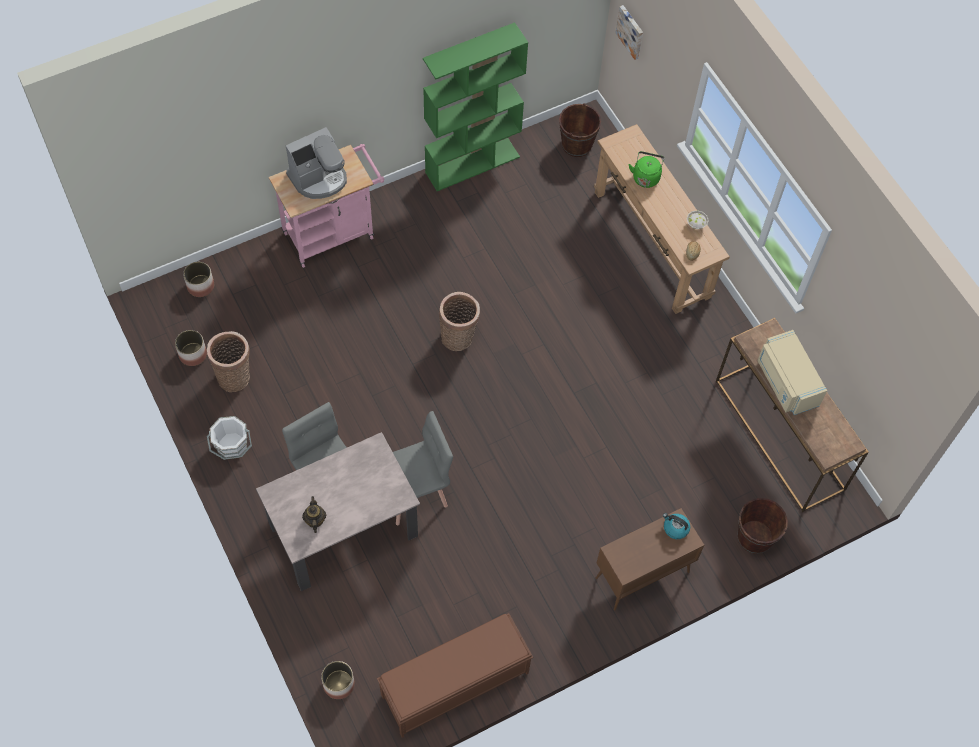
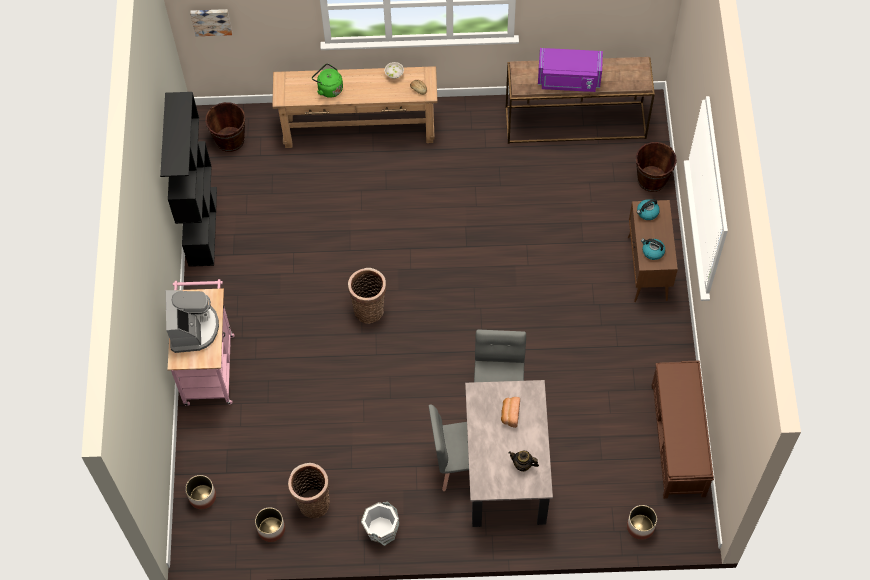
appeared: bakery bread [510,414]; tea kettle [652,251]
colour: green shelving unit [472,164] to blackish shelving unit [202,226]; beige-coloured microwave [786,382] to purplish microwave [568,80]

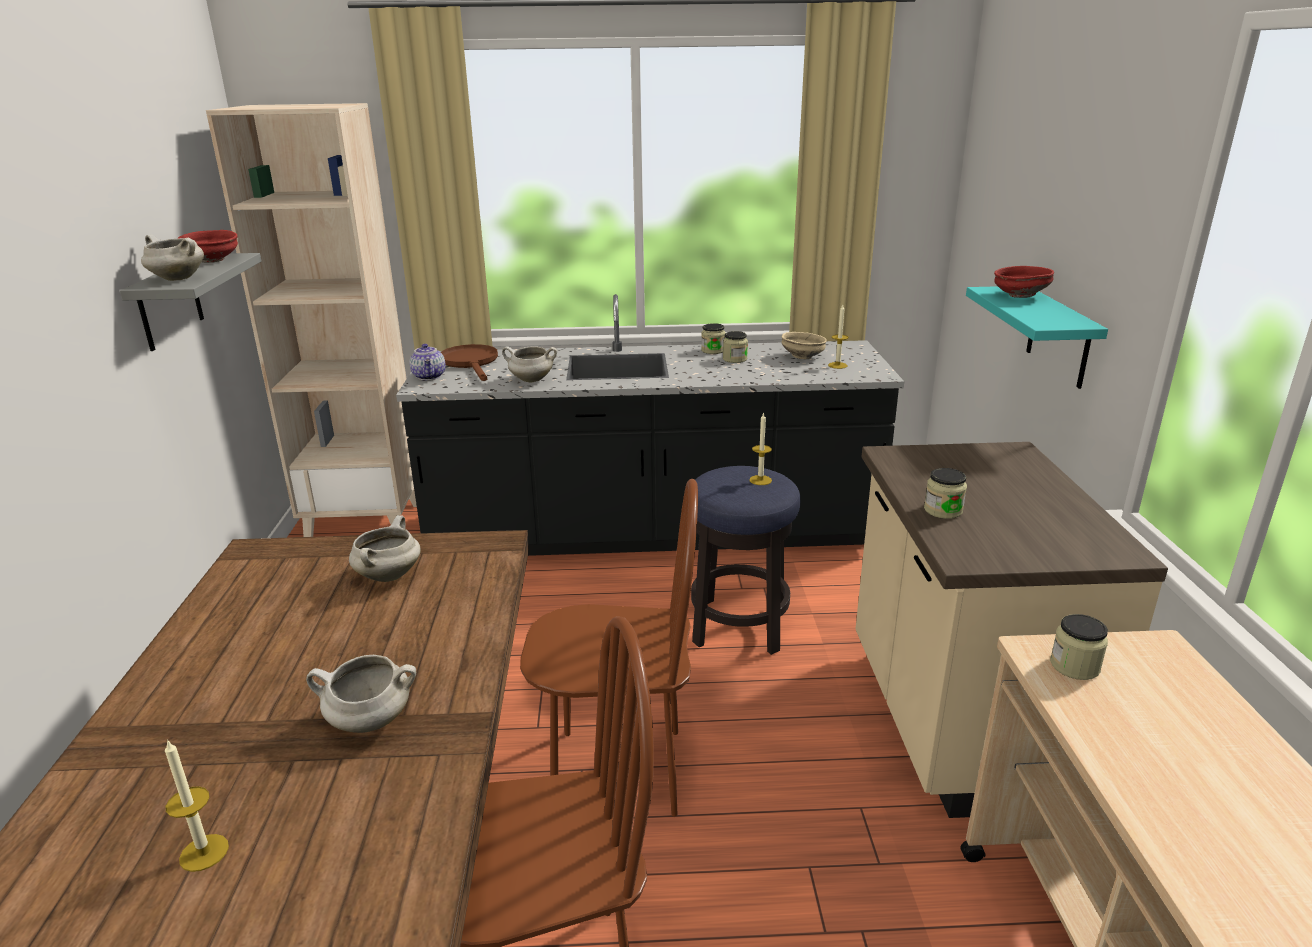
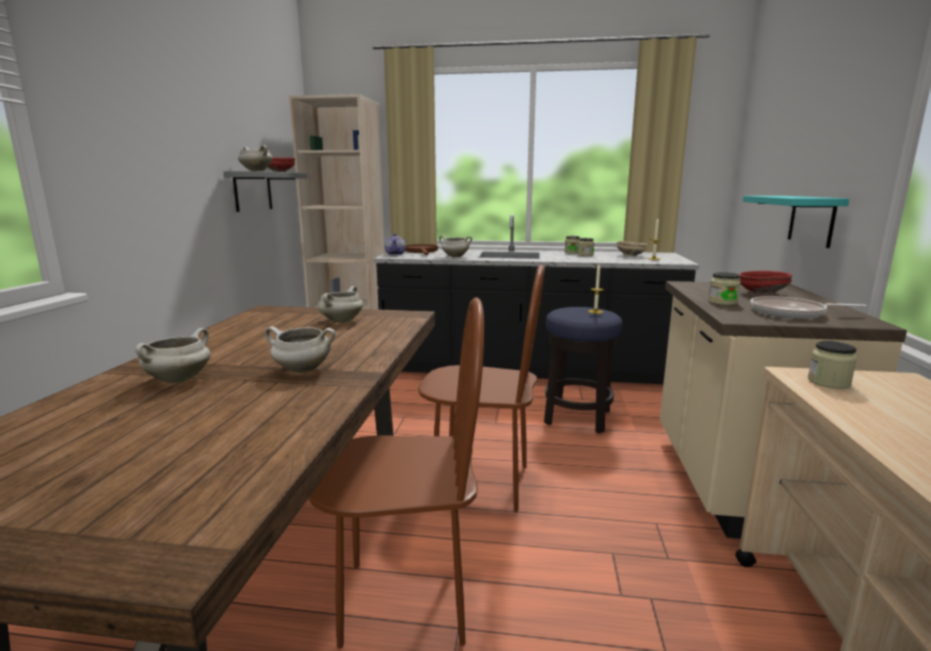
missing: candle [204,852]
appeared: whitish stockpot [179,379]; pan [791,313]
relocated: red-coloured bowl [1019,296] to [761,294]

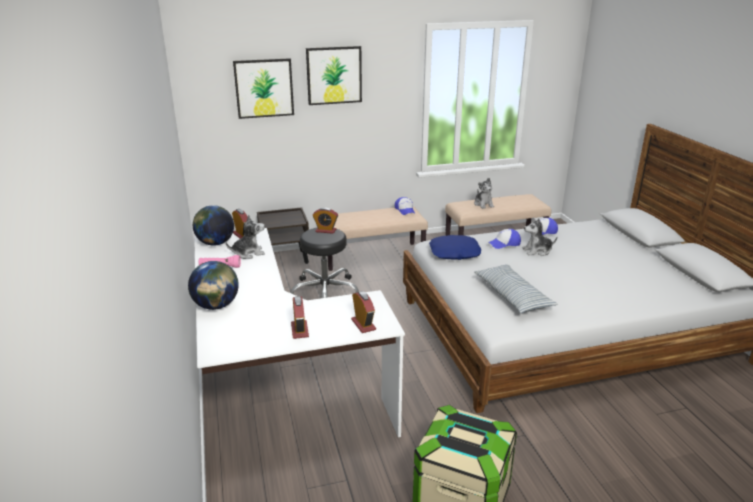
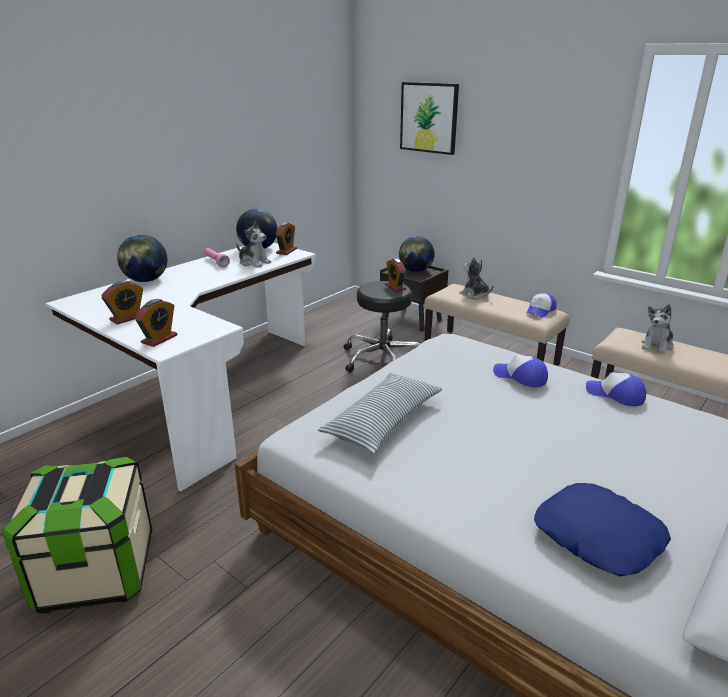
missing: wall picture [334,75]
appeared: globe [415,271]
relocated: blue-coloured pillow [454,253] to [597,537]; soft toy [537,251] to [475,295]

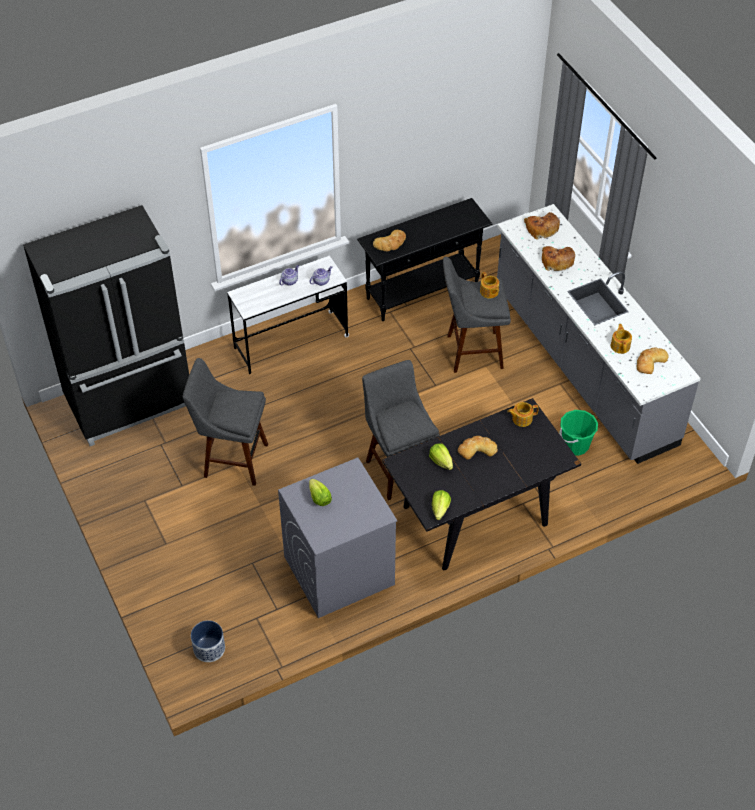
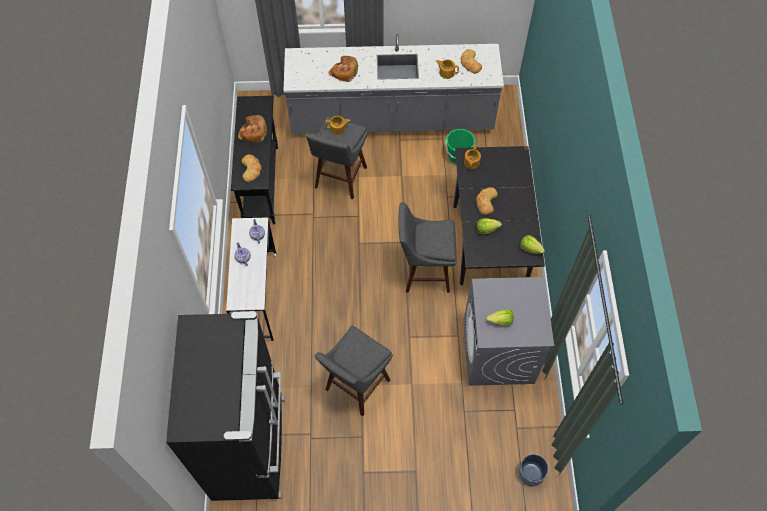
relocated: bakery bread [541,228] to [253,132]

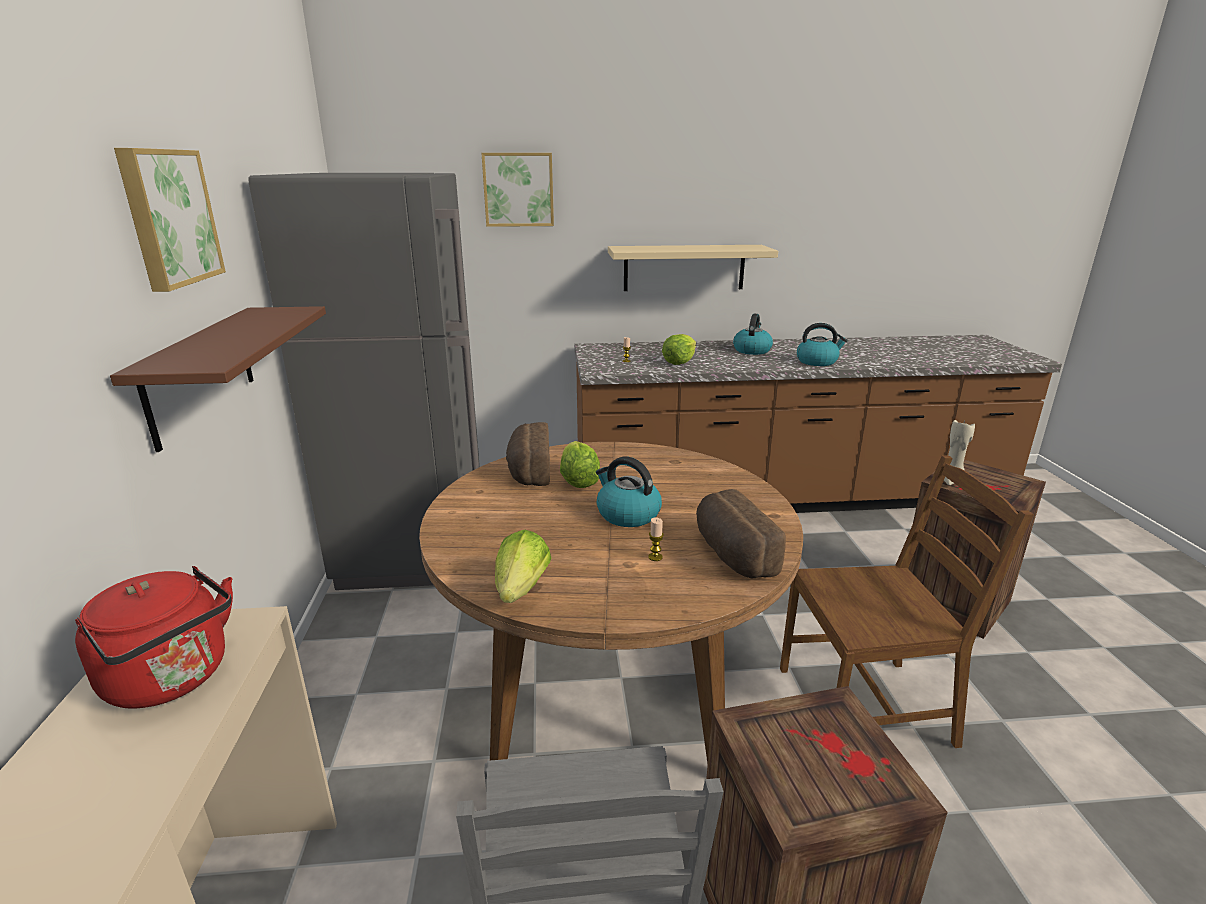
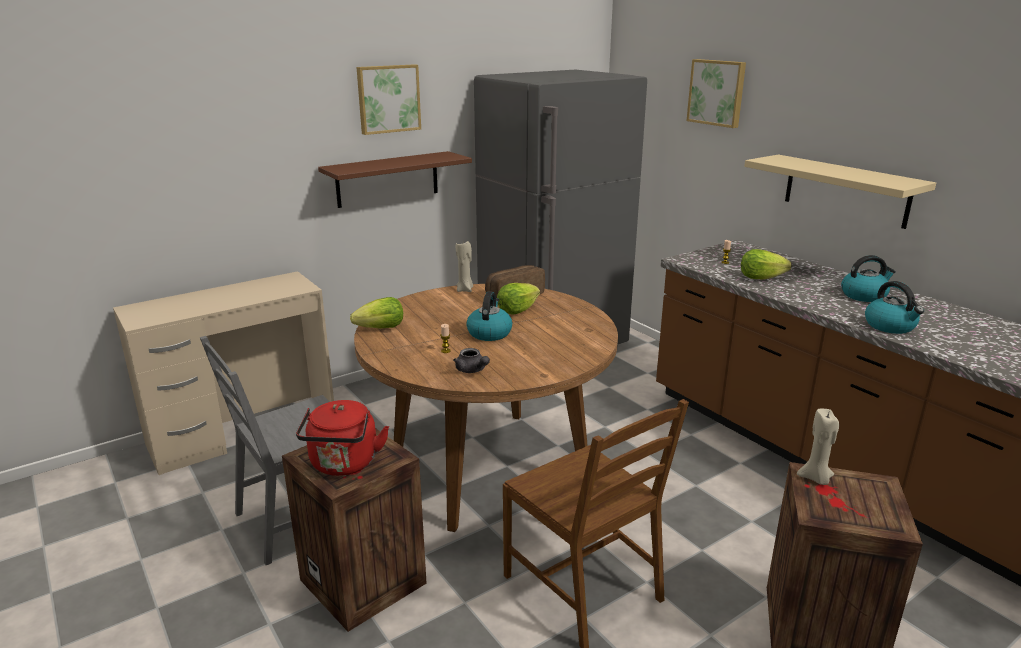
appeared: beige-coloured candle [465,290]
relocated: red-coloured tea kettle [173,679] to [343,465]
exchanged: bakery bread [731,554] to grey pot for tea [472,370]

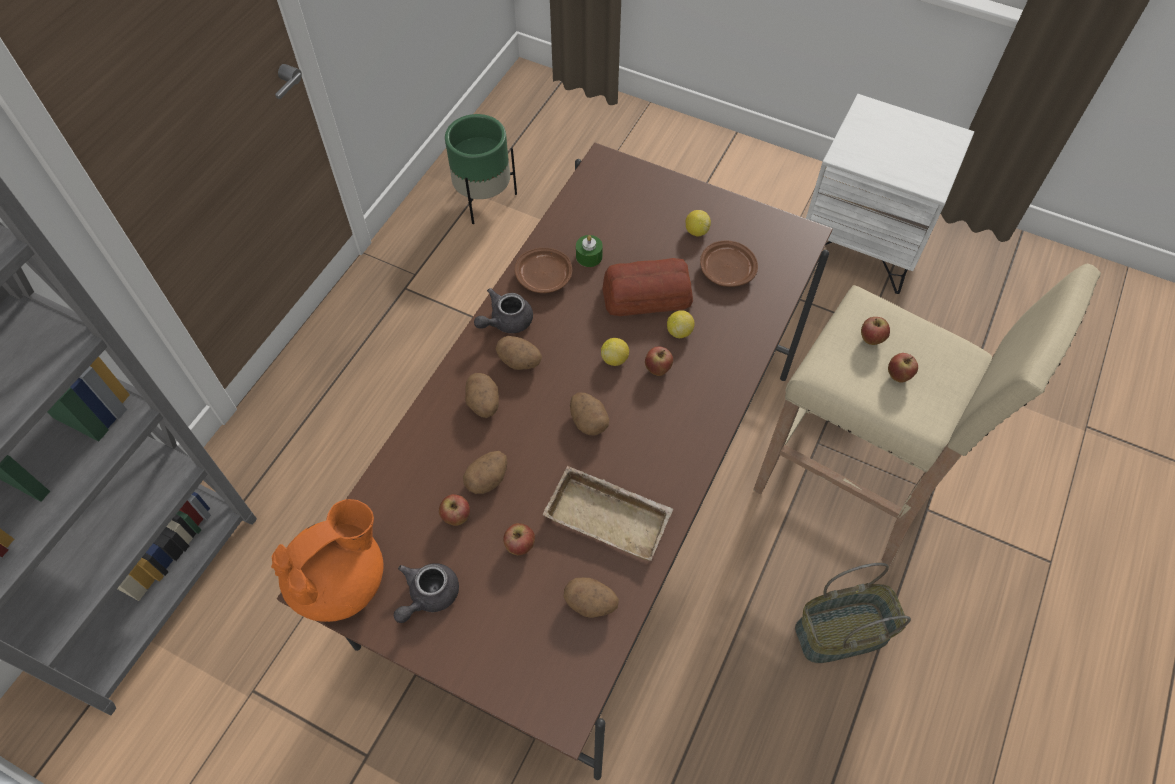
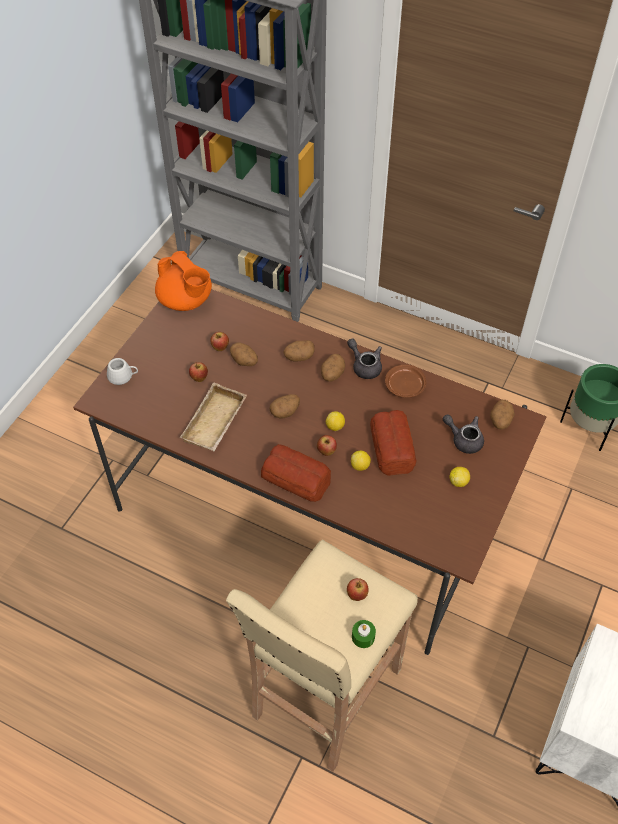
missing: brownish plate [726,270]; household basket [841,634]; apple [898,376]
appeared: whitish tea mug [123,376]; bakery bread [295,477]
relocated: grey pot for tea [428,596] to [464,439]; spud [591,603] to [500,421]; green candle [589,256] to [363,637]

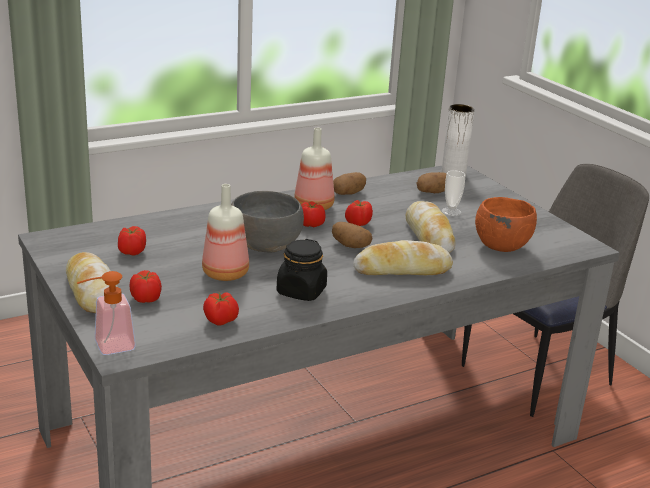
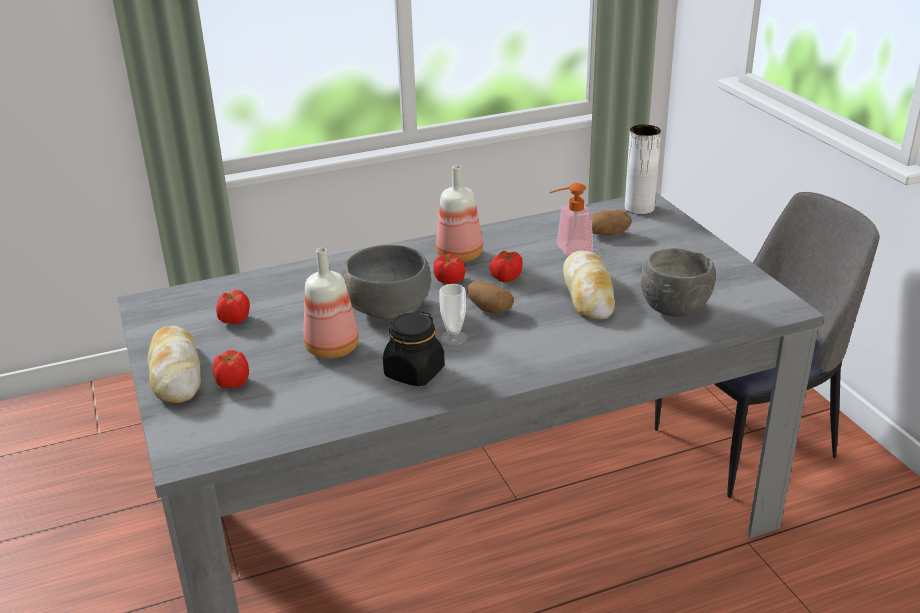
missing: fresh tomato [221,321]; spud [348,193]; bakery bread [402,270]
relocated: soap bottle [107,346] to [568,250]; cup [451,212] to [453,338]
colour: orangey bowl [501,247] to grey bowl [673,309]

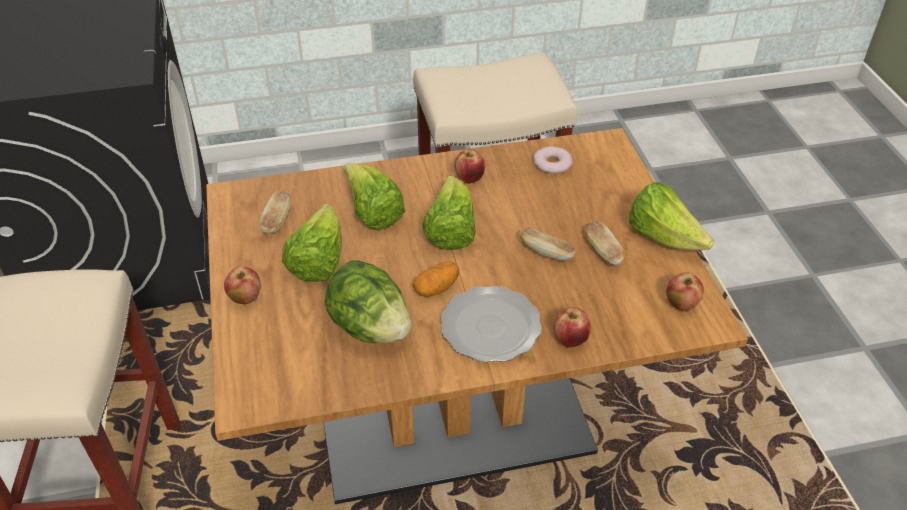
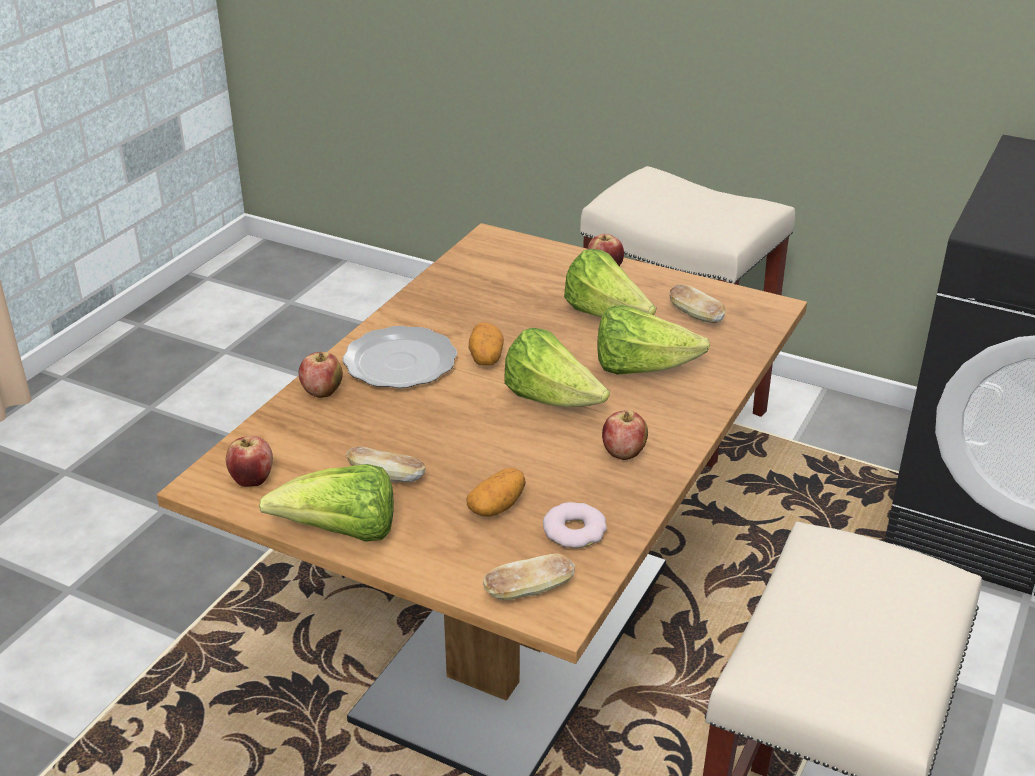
missing: lettuce [370,327]
appeared: spud [497,506]
relocated: bakery bread [546,252] to [529,591]

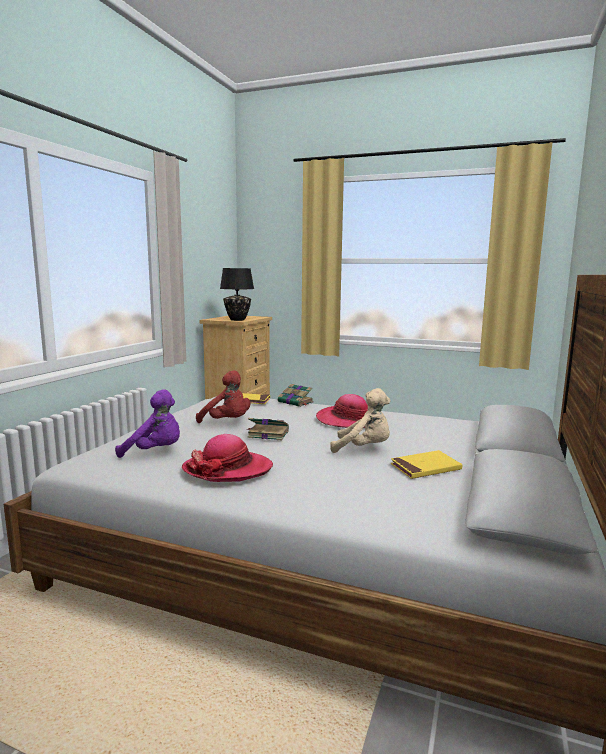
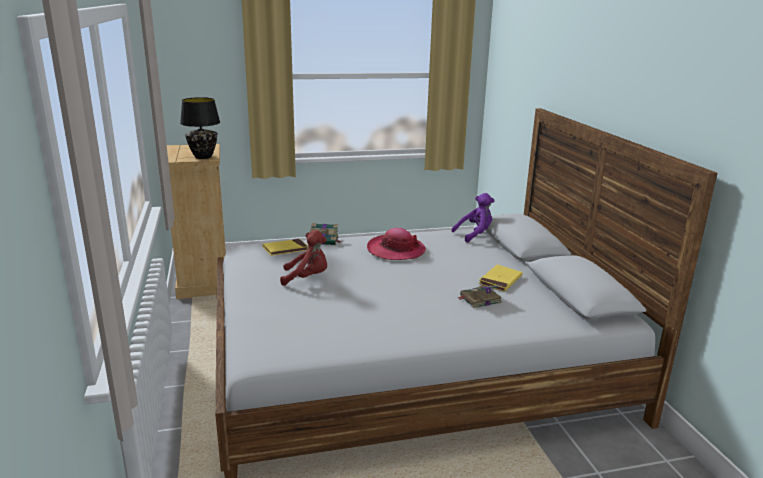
missing: wearable hat [227,469]; beige-coloured soft toy [364,449]
relocated: purplish soft toy [155,452] to [475,235]; bound book [267,434] to [479,299]

